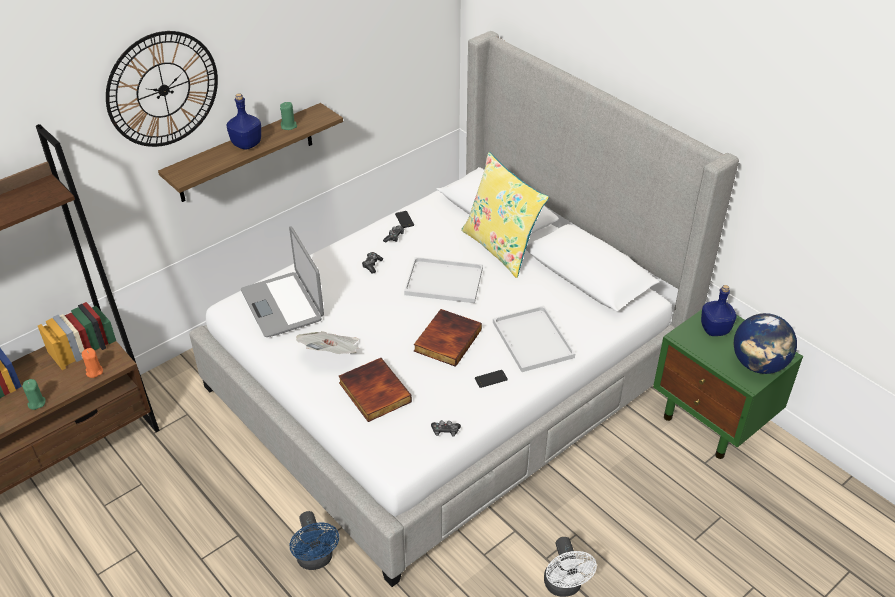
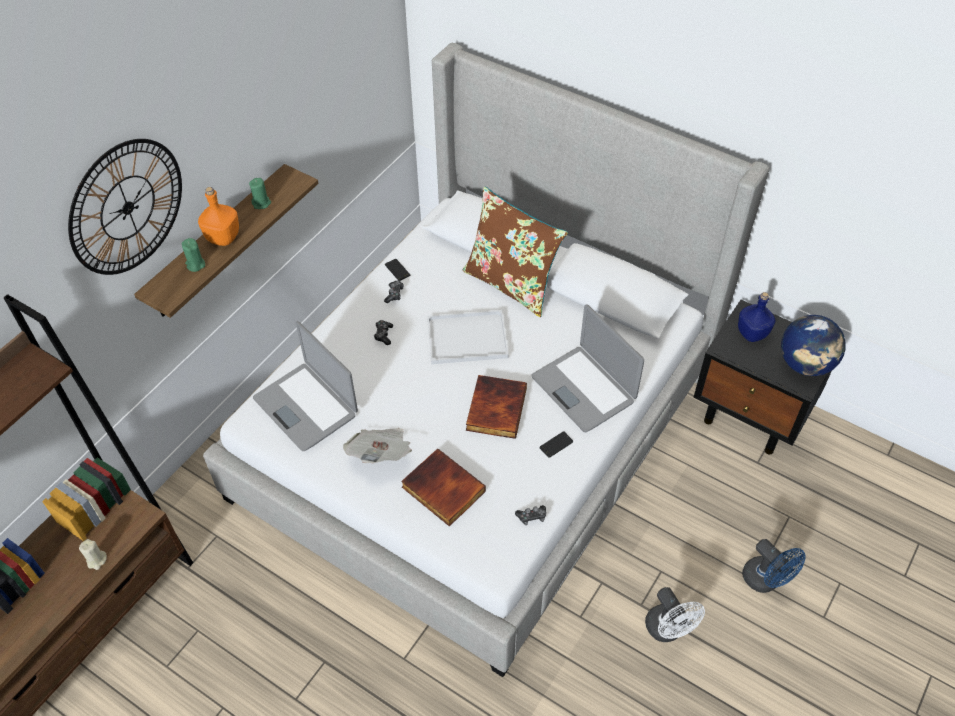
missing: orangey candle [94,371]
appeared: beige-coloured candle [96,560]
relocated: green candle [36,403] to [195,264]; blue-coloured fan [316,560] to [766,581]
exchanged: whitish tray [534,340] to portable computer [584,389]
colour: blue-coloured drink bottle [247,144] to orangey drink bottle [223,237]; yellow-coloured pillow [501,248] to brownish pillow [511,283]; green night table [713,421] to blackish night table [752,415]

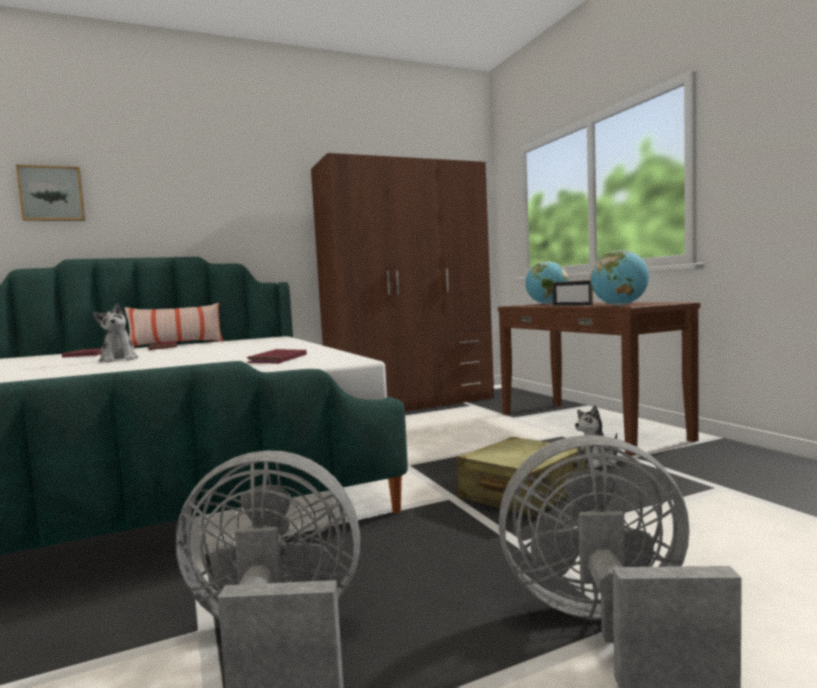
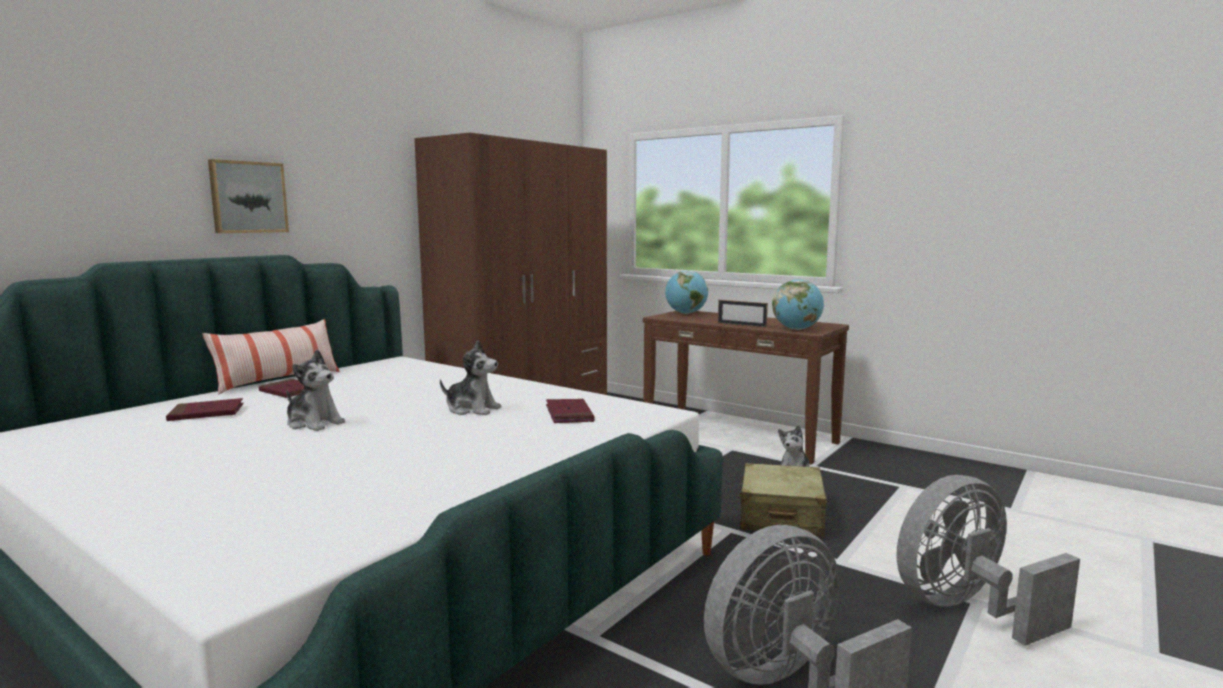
appeared: soft toy [472,409]
relocated: wall picture [52,194] to [248,197]

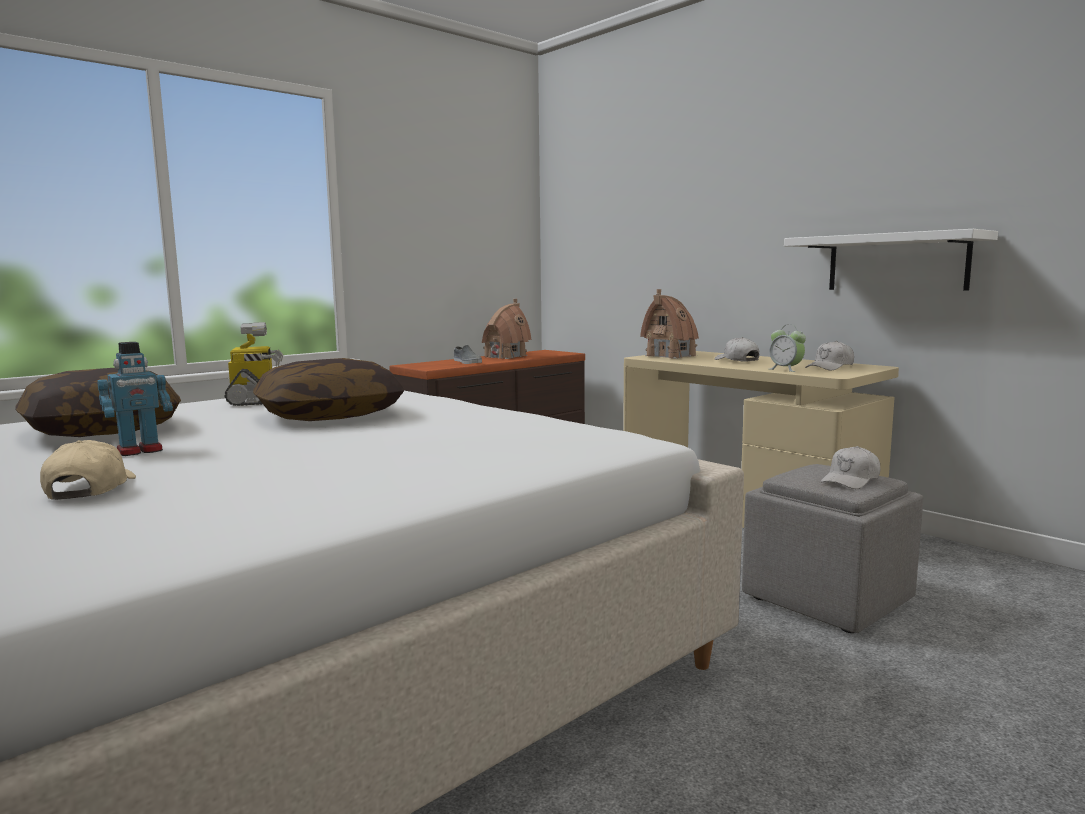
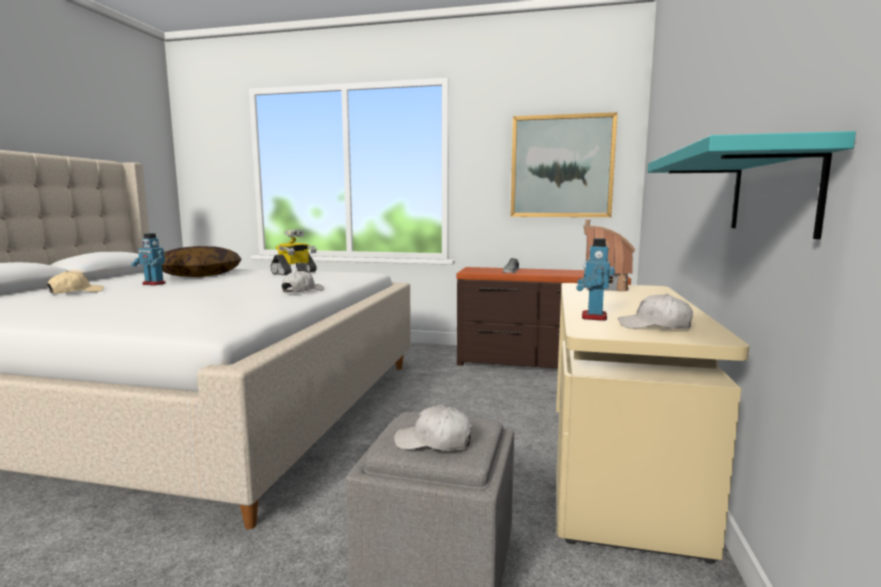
missing: pillow [329,416]; toy house [505,356]
appeared: wall picture [561,166]
relocated: whitish cap [737,360] to [302,291]
exchanged: alarm clock [786,369] to toy robot [593,317]
colour: whitish wall shelf [896,263] to turquoise-coloured wall shelf [773,191]

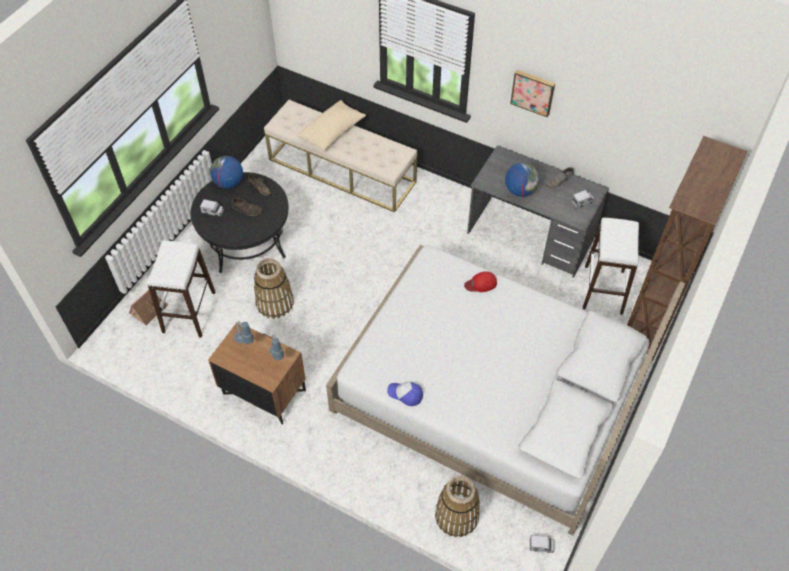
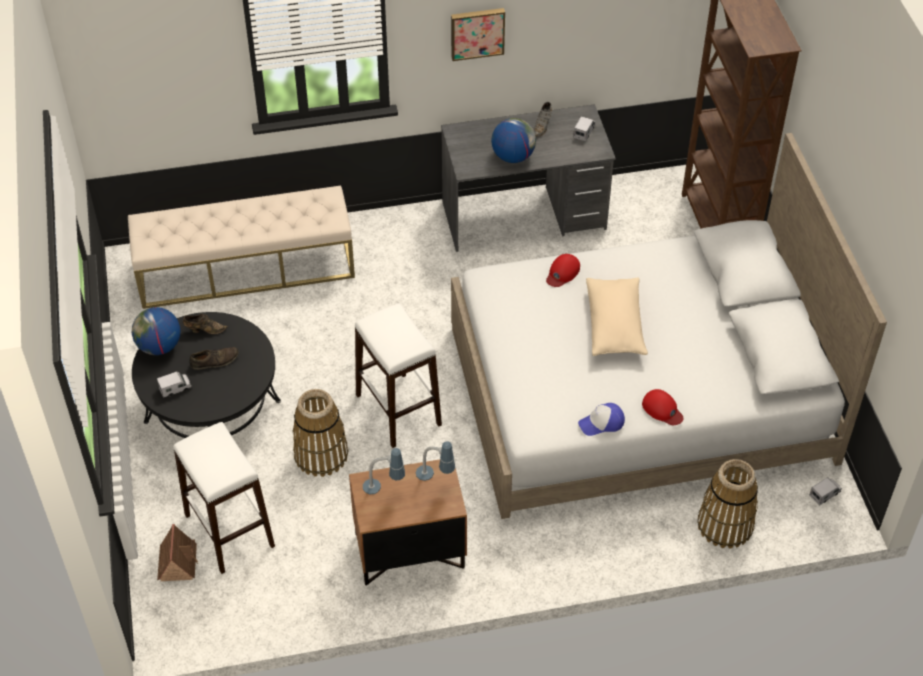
appeared: red-coloured cap [662,409]
relocated: beige-coloured pillow [332,132] to [615,326]; whitish stool seat [603,289] to [398,410]

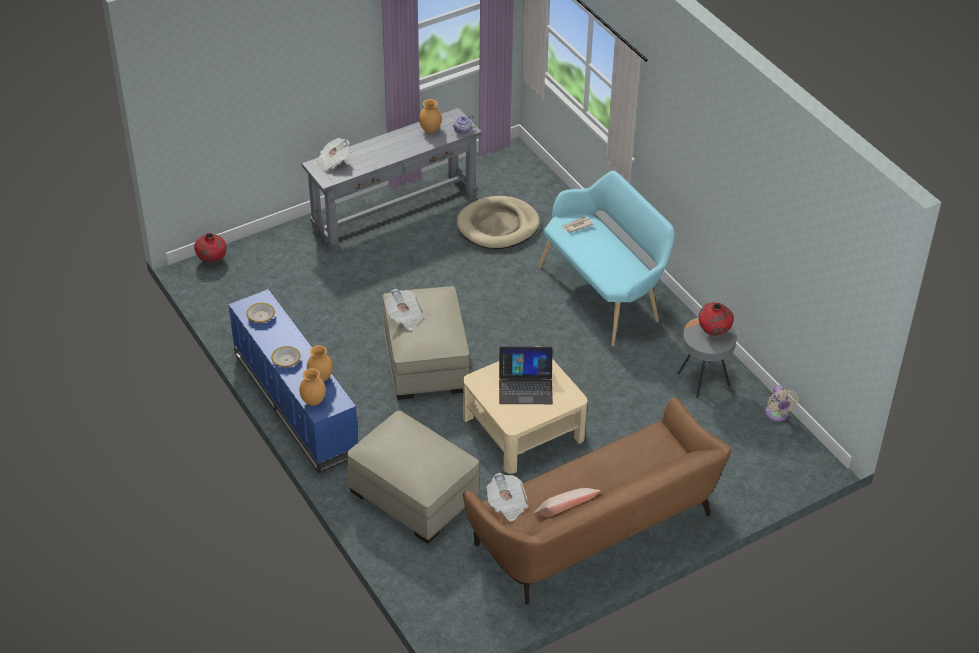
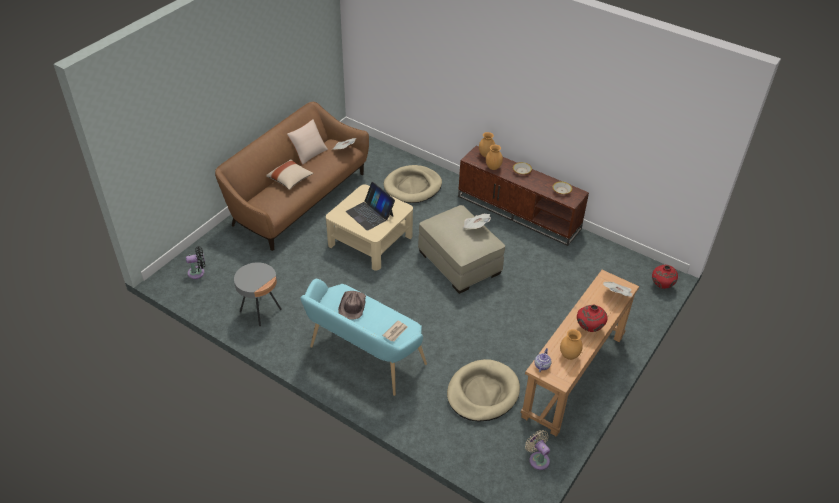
appeared: blackish fan [198,272]; beige-coloured pillow [290,180]; brownish wearable hat [352,306]
relocated: red-coloured flower vase [714,332] to [589,328]; beige-coloured fan [777,415] to [537,459]
exchanged: beige-coloured footrest [413,494] to beige-coloured dog cushion [412,186]
colour: blue-coloured tv stand [293,403] to brownish tv stand [519,212]; grey hall table [395,212] to brownish hall table [573,375]
spun: portable computer [525,386] = [370,214] 105 degrees counterclockwise

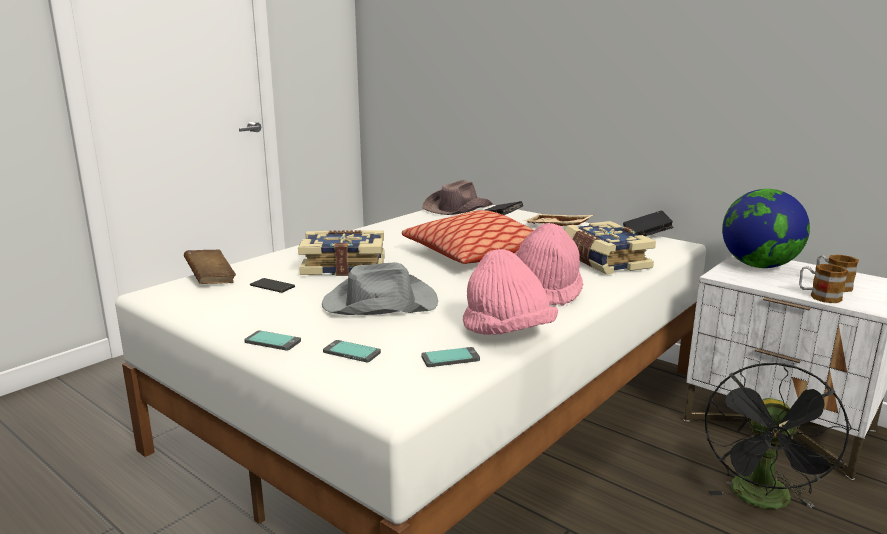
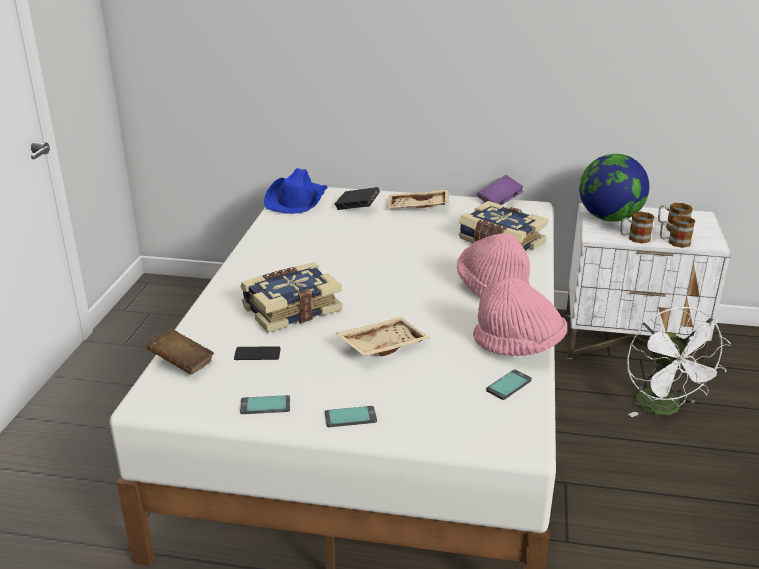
missing: pillow [474,254]
appeared: tea mug [634,238]
relocated: telephone [351,352] to [265,406]
exchanged: grey wearable hat [379,303] to beige-coloured tray [382,345]
colour: brownish wearable hat [457,208] to blue-coloured wearable hat [296,200]; blackish bound book [646,235] to purplish bound book [499,201]; blackish fan [763,501] to whitish fan [664,409]

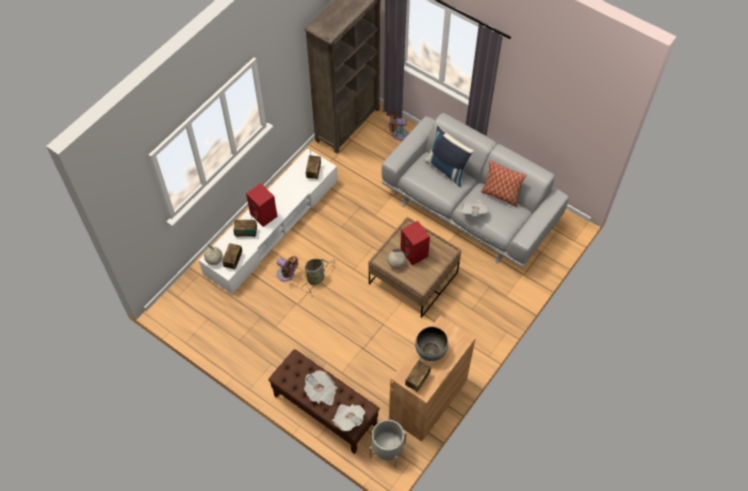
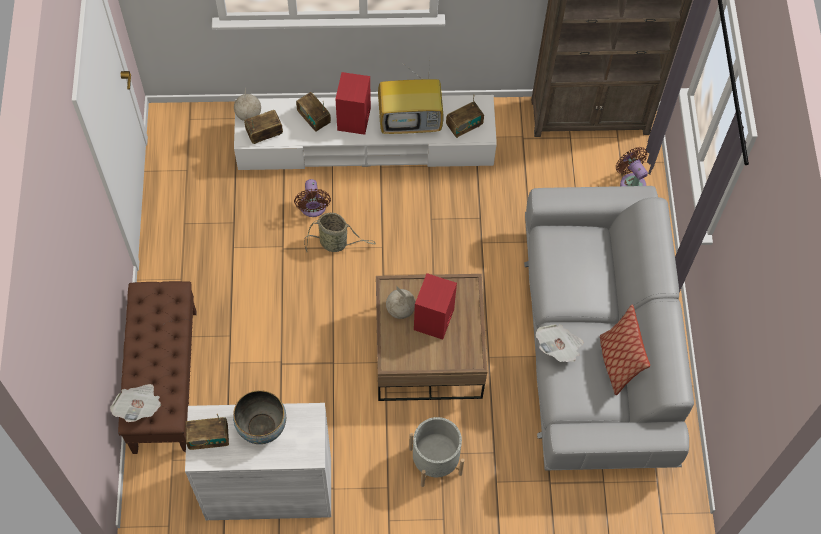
missing: daily paper [321,392]; blue-coloured pillow [447,169]
appeared: television [411,121]
relocated: grey flower pot [387,450] to [435,461]
colour: brownish storage cabinet [428,400] to whitish storage cabinet [269,488]

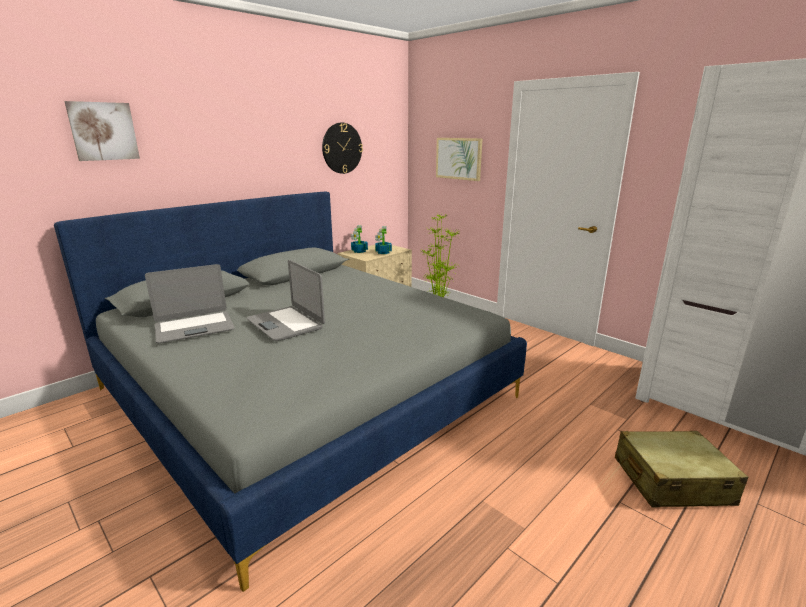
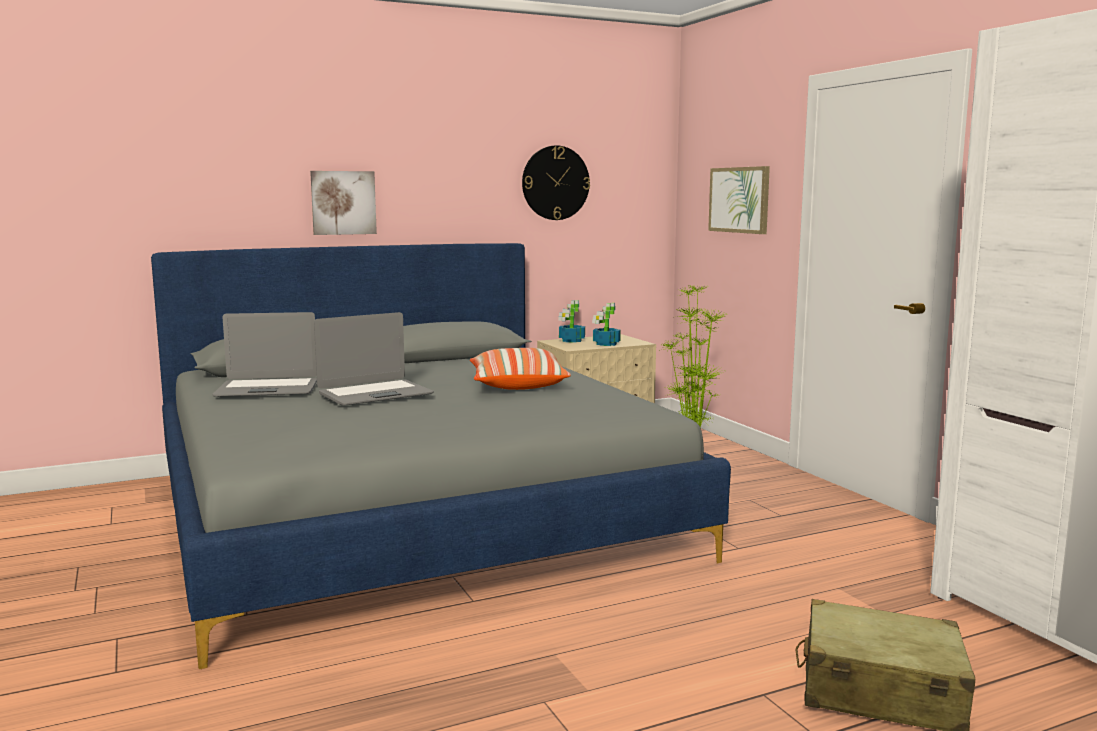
appeared: pillow [517,385]
relocated: wall picture [103,131] to [343,202]
spun: portable computer [286,324] = [375,394] 105 degrees counterclockwise

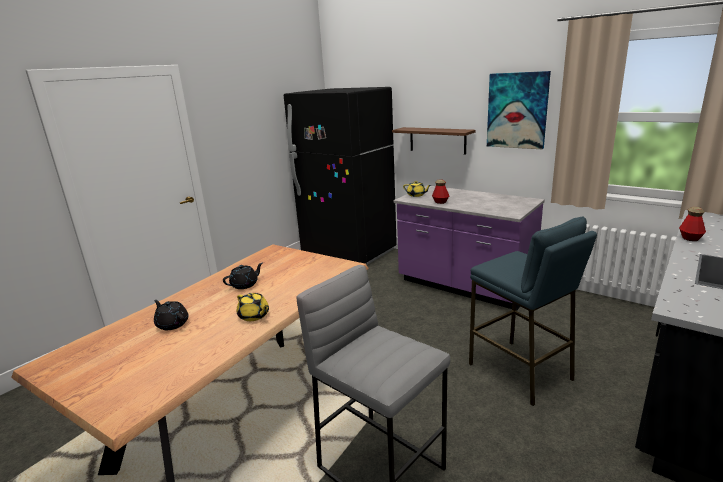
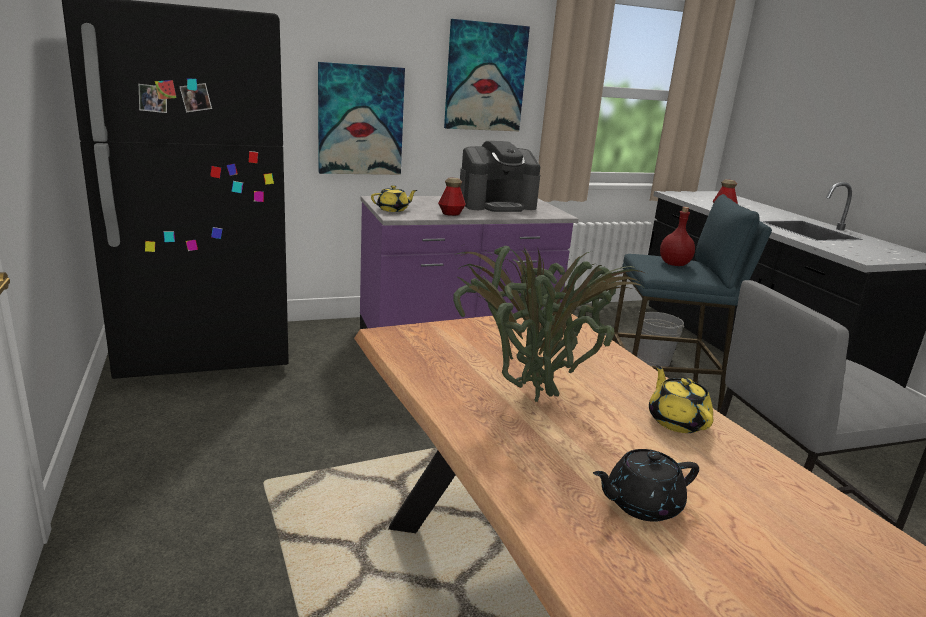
appeared: coffee machine [497,205]; grey bucket [653,360]; red-coloured drink bottle [674,264]
exchanged: blackish pot for tea [245,285] to potted plant [529,396]; brownish wall shelf [437,140] to wall picture [360,120]
spun: yellow-coloured pot for tea [254,316] = [676,421] 90 degrees counterclockwise

